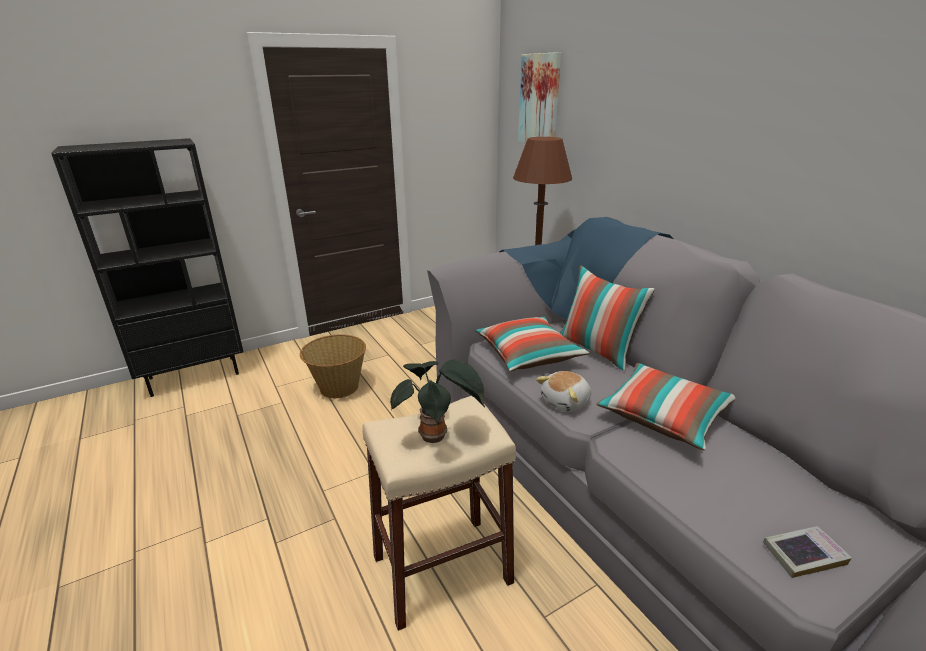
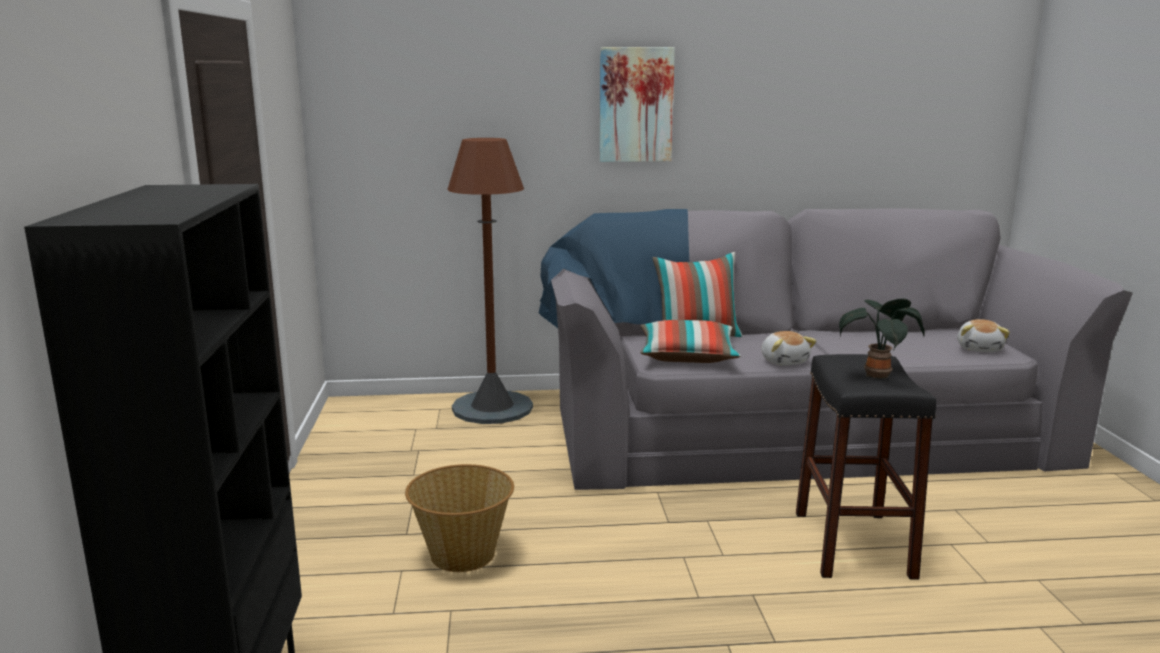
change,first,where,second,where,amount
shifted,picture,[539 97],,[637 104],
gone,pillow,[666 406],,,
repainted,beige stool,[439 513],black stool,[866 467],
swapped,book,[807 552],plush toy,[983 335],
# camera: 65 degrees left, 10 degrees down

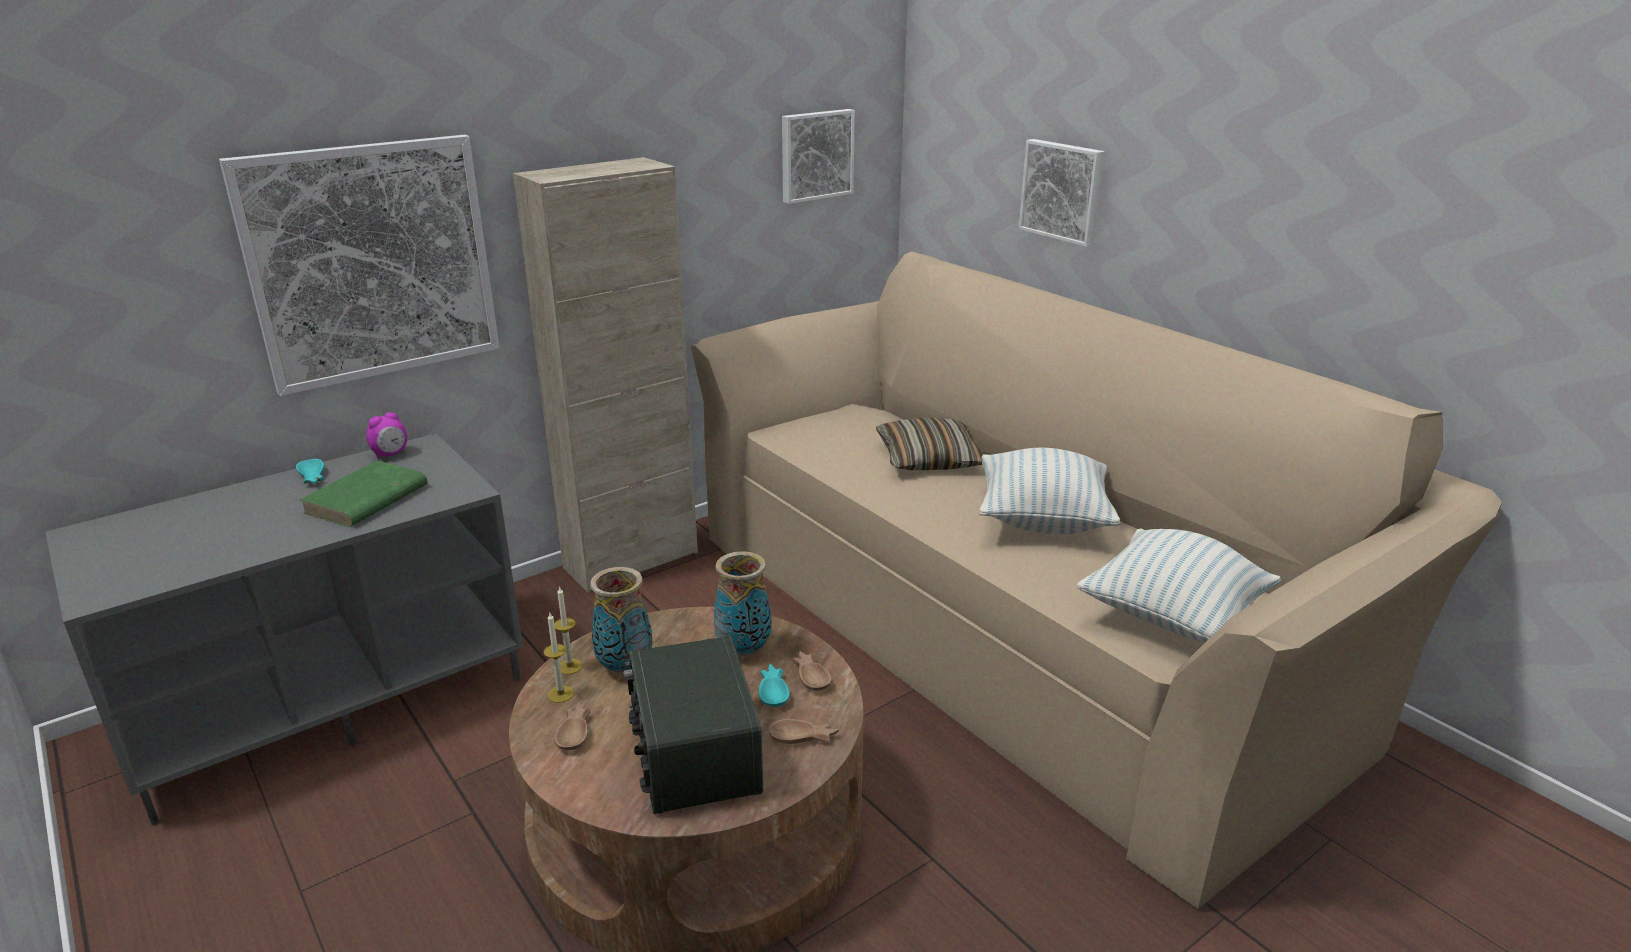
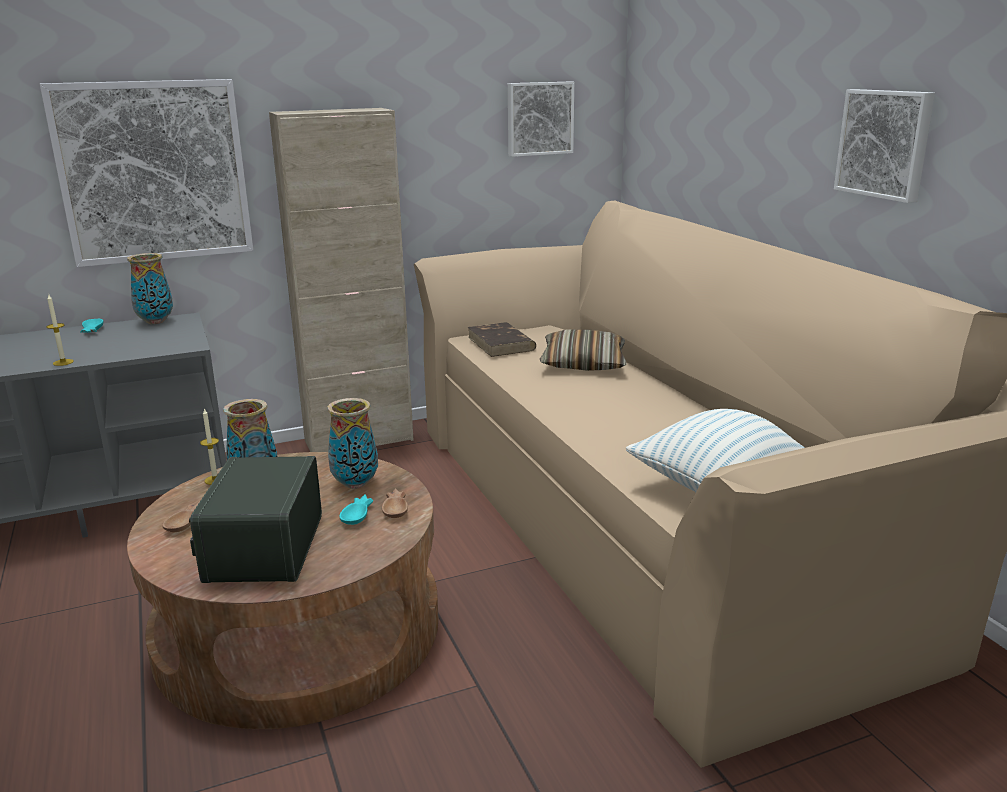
change,first,where,second,where,amount
shifted,picture,[1062 193],,[884 146],
swapped,alarm clock,[386 435],vase,[150 288],
gone,pillow,[1049 491],,,
gone,green book,[363 494],,,
shifted,candle,[558 658],,[60 330],
gone,brown bowl,[804 731],,,
new,,,brown book,[502 339],
# camera: 15 degrees right, 5 degrees down

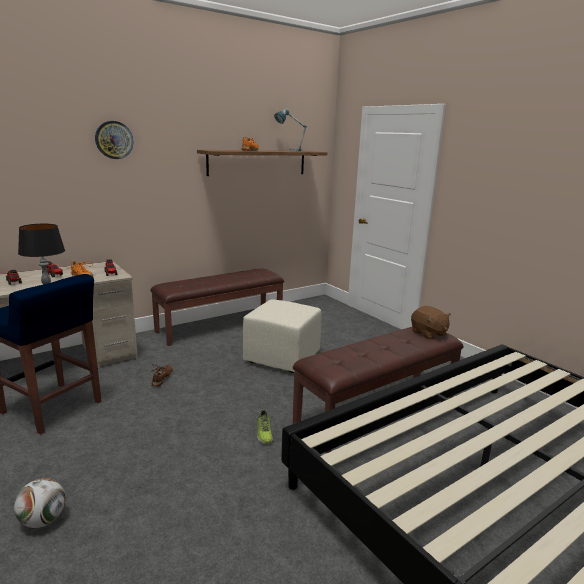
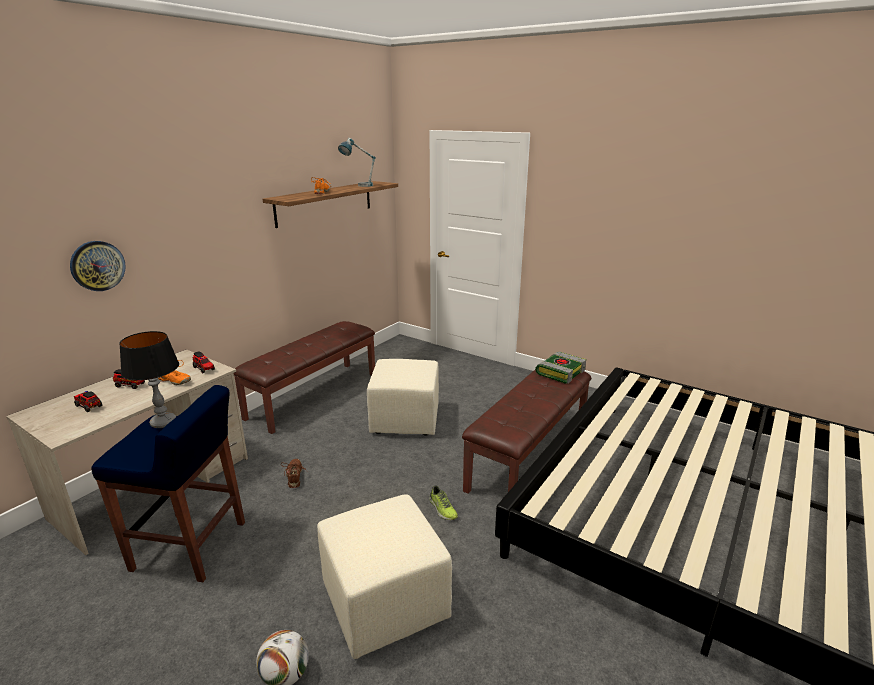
change,first,where,second,where,amount
shifted,wall clock,[114 140],,[98 266],
swapped,brown plush toy,[431 323],book,[560 368],
new,,,beige ottoman,[384 576],
# camera: 20 degrees left, 5 degrees up

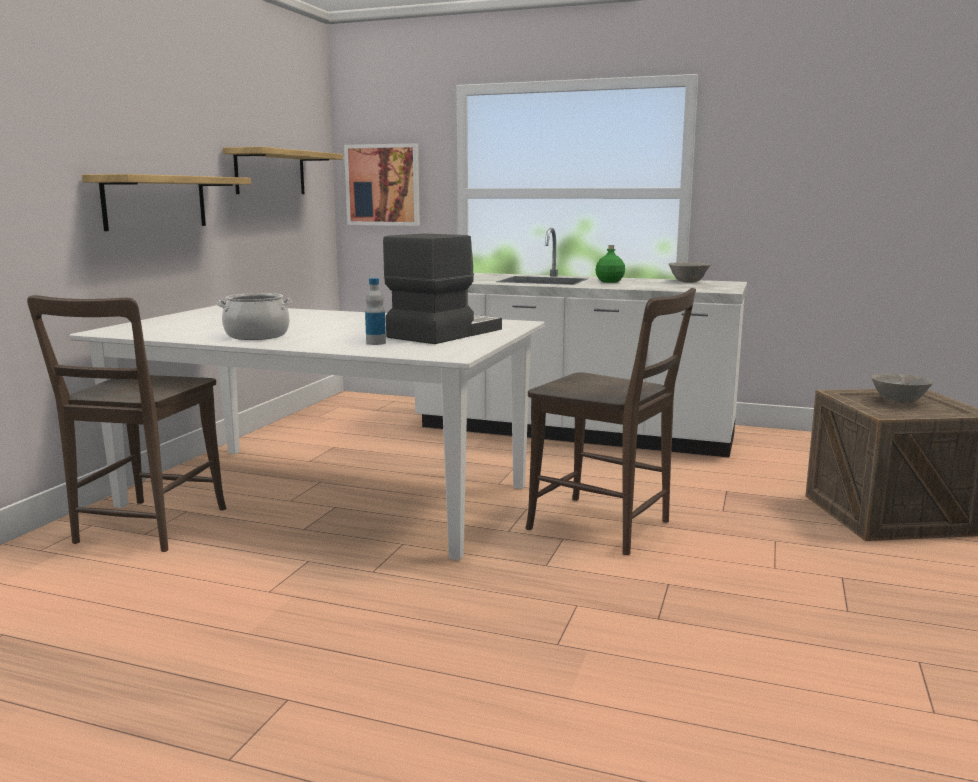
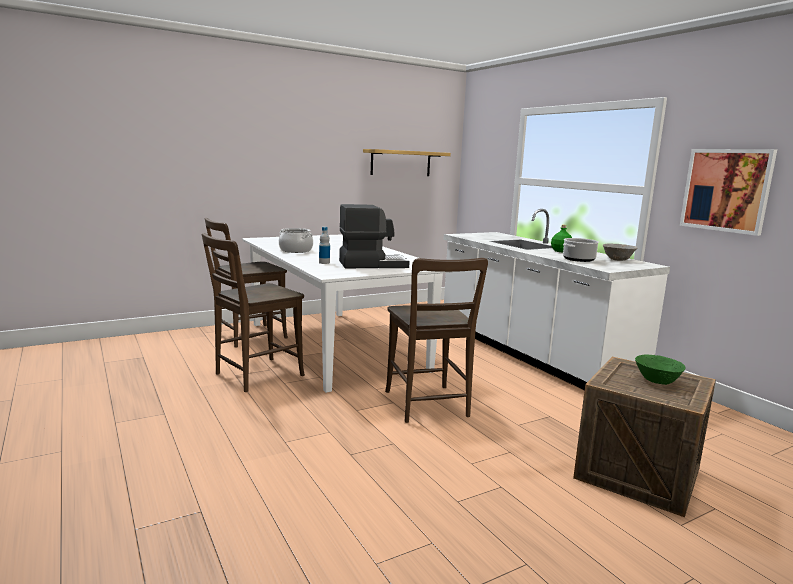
change,first,where,second,where,amount
shifted,picture,[382 184],,[728 192],
gone,shelf,[166 202],,,
repainted,grey bowl,[901 388],green bowl,[660 370],
new,,,brown chair,[253 312],
new,,,cooking pot,[581 250],
# camera: 40 degrees right, 0 degrees up

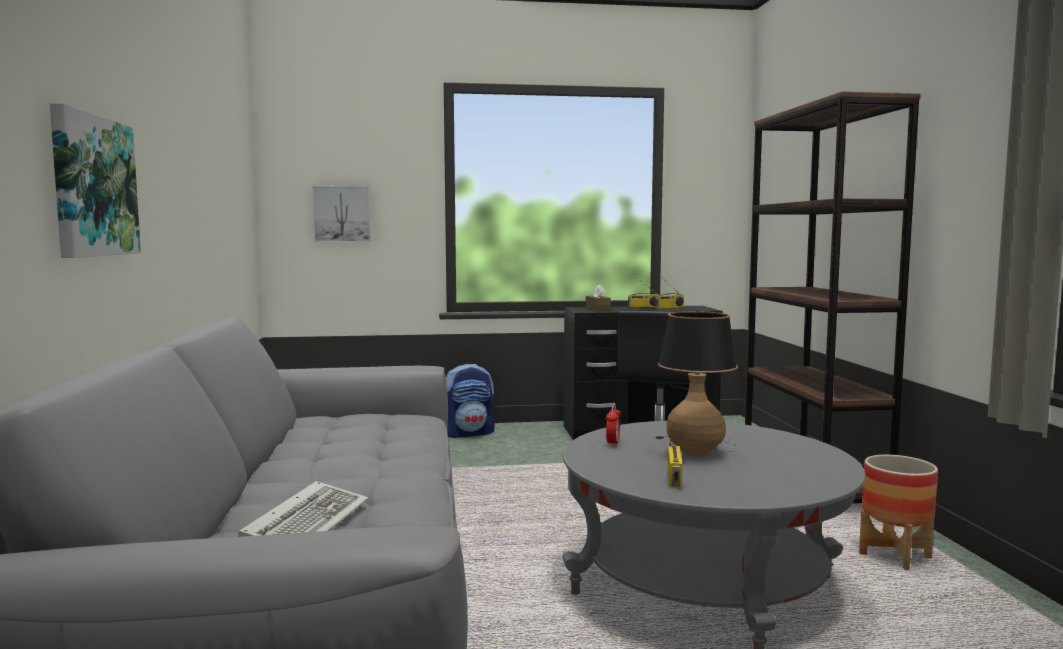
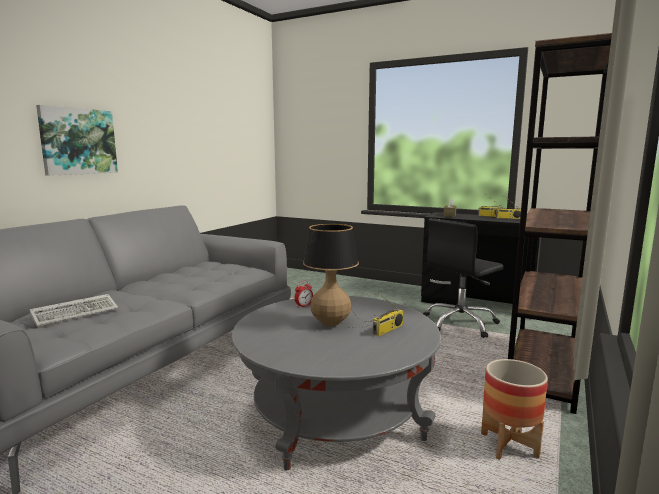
change,first,where,second,where,amount
gone,picture,[341 214],,,
gone,backpack,[470 401],,,
shifted,radio,[675 455],,[388 316],
# camera: 35 degrees right, 5 degrees up

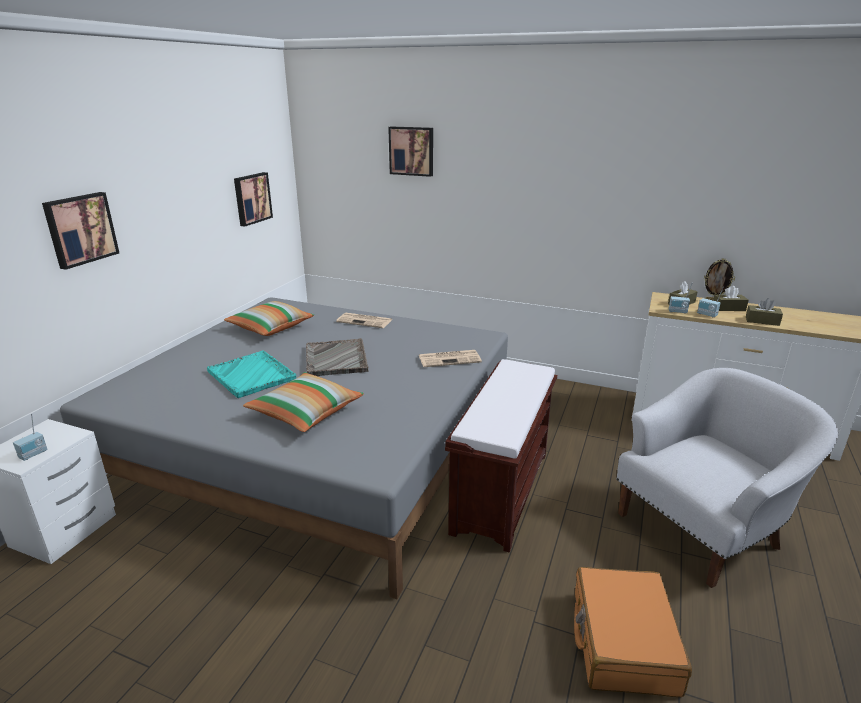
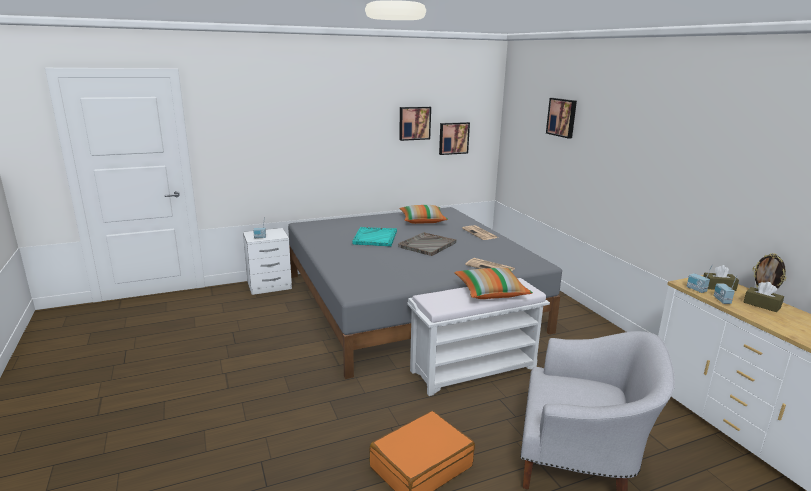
change,first,where,second,where,amount
shifted,picture,[80 231],,[415 123],
gone,brown tissue box,[764 312],,,
repainted,brown bench,[501 455],white bench,[479 337],
shifted,pillow,[303 402],,[493 283],
# camera: 45 degrees right, 5 degrees down

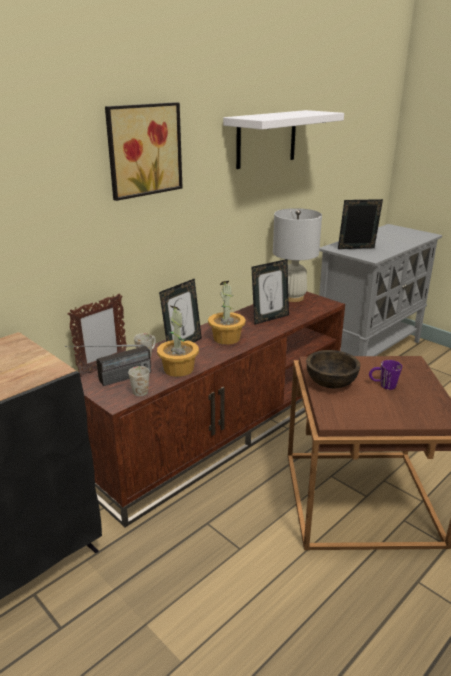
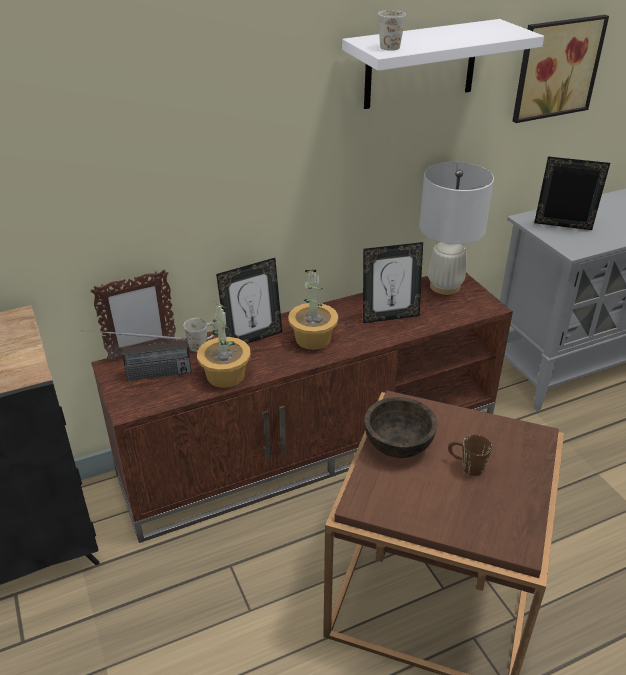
change,first,where,second,where,amount
shifted,picture,[143 151],,[561 69],
repainted,purple mug,[385 375],brown mug,[470 455],
shifted,white mug,[138 381],,[392 30],
# camera: 20 degrees right, 10 degrees up

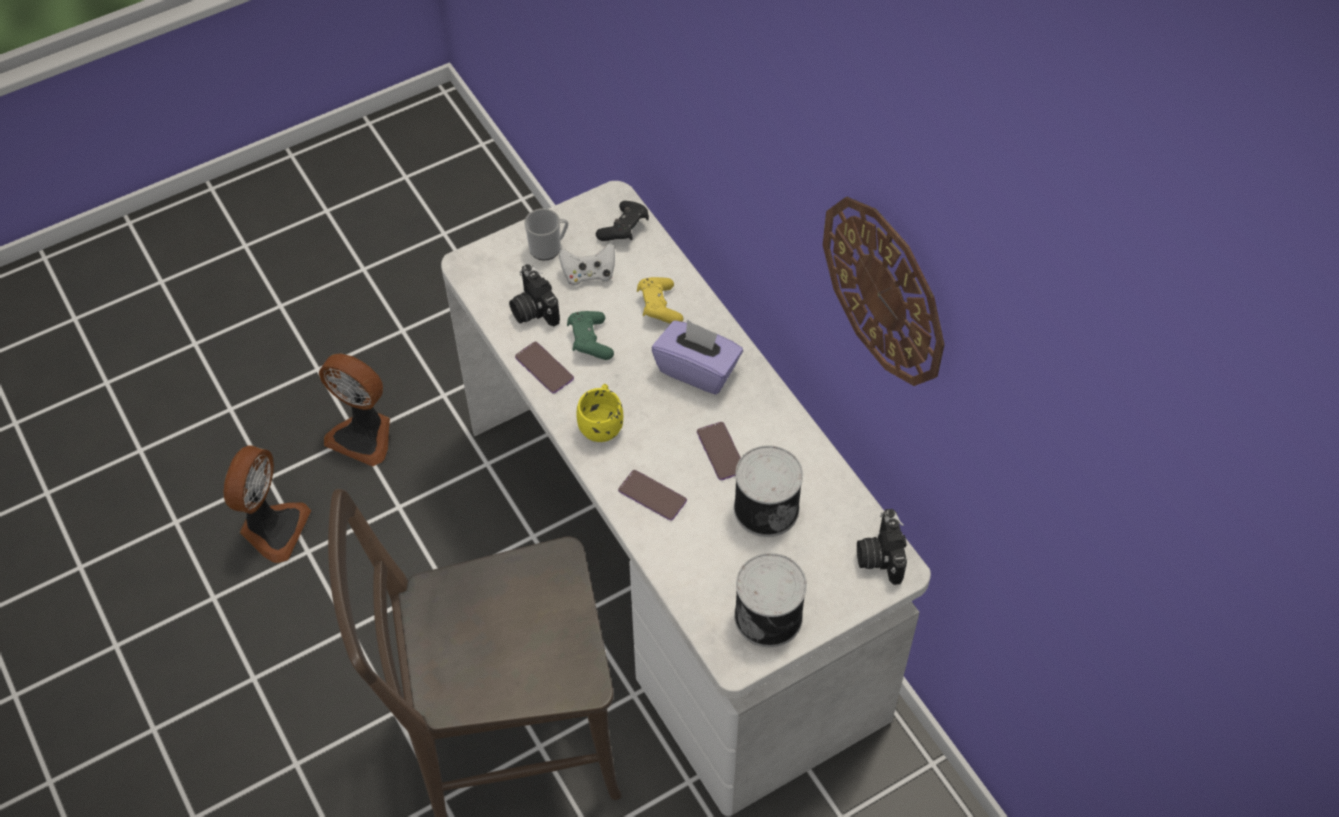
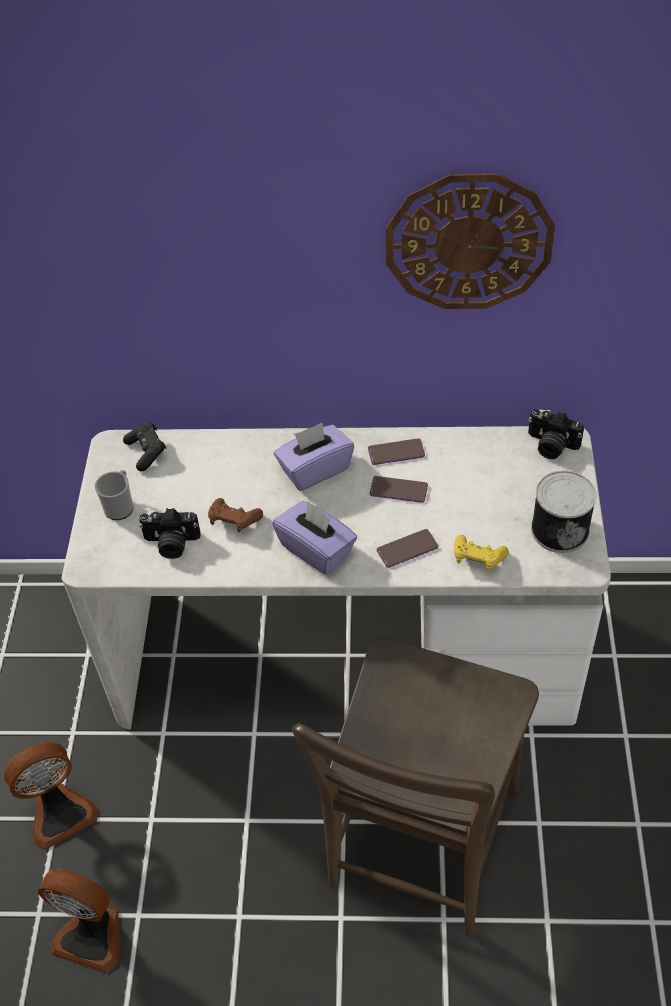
change,first,where,second,where,amount
gone,white game controller,[587 264],,,
shifted,yellow game controller,[660 300],,[481 553],
repainted,green game controller,[590 335],brown game controller,[235 515],
shifted,phone,[544 367],,[396 451],
swapped,yellow mug,[599 413],purple tissue box,[314 538],
rotated,fan,[267 504],,[79 921],150 degrees clockwise
gone,can,[768 491],,,
# camera: 55 degrees left, 5 degrees down

